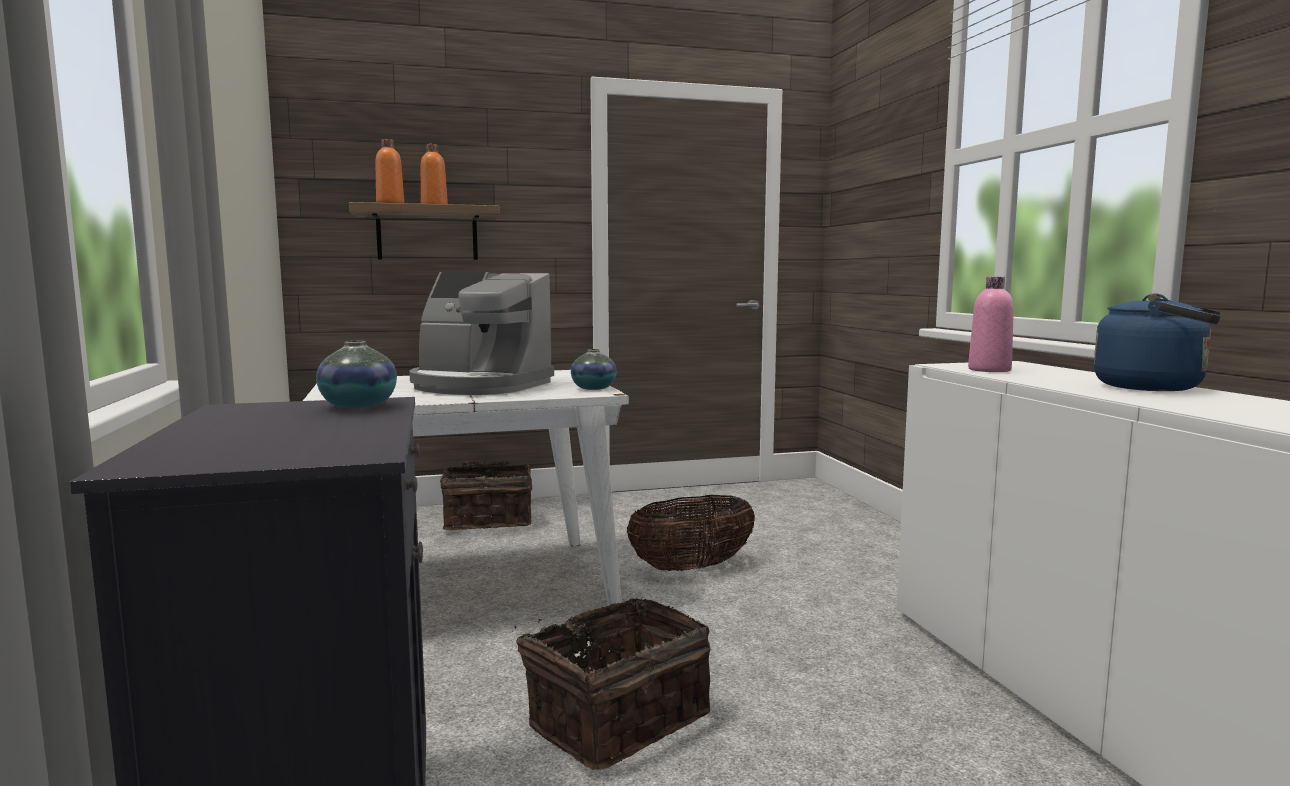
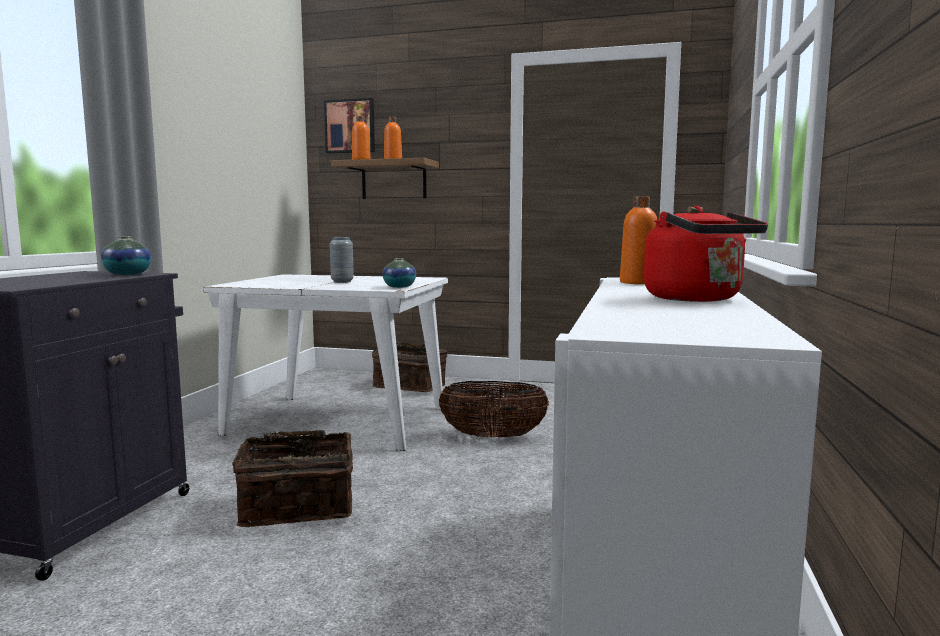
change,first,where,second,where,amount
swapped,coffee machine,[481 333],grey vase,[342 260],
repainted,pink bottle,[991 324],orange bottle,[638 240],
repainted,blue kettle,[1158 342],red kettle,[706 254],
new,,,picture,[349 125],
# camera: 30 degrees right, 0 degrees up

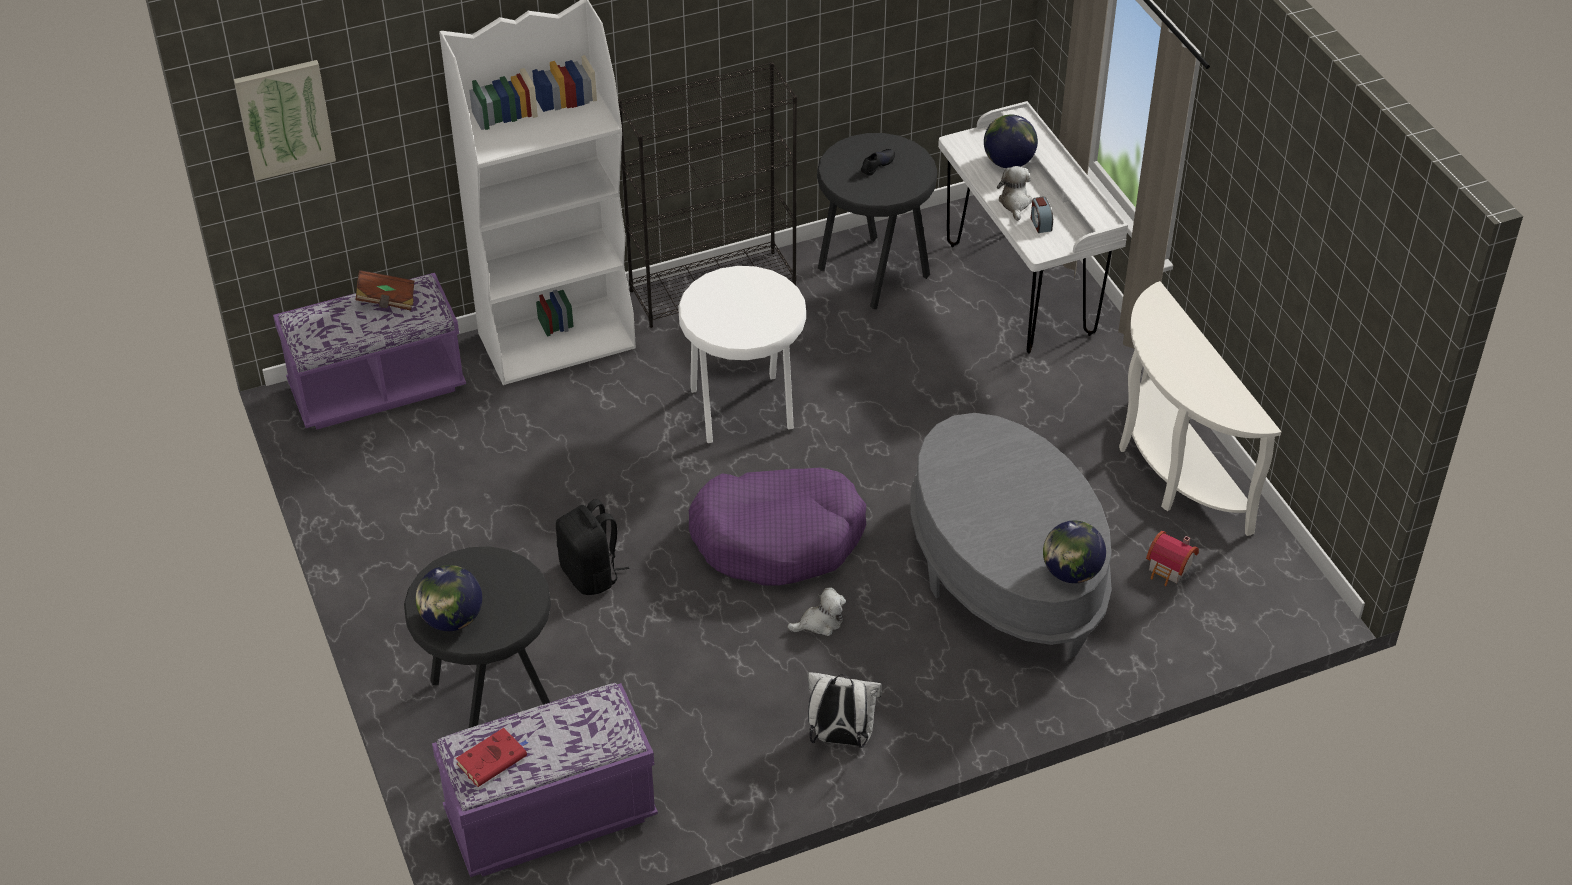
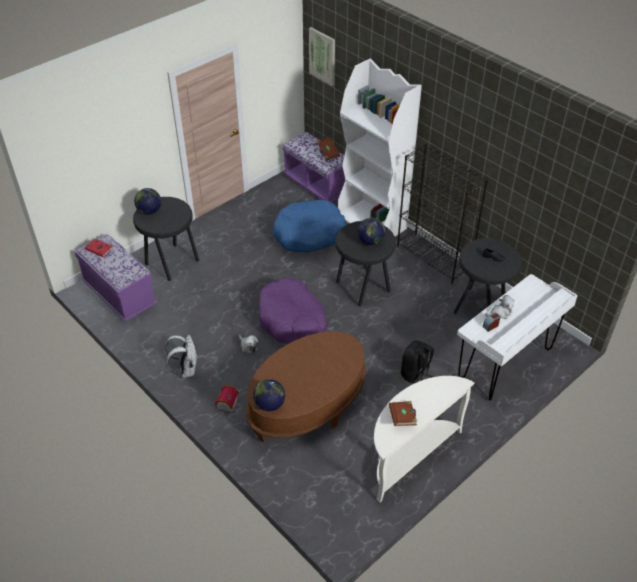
change,first,where,second,where,amount
shifted,globe,[1011 141],,[371 231],
repainted,white stool,[742 354],black stool,[365 264],
repainted,grey coffee table,[1011 536],brown coffee table,[306 387],
shifted,black backpack,[592 547],,[417 361],
shifted,toy house,[1172 558],,[227 399],
new,,,blue dog bed,[309 226],
new,,,brown book,[403 413],
# camera: 70 degrees right, 0 degrees up

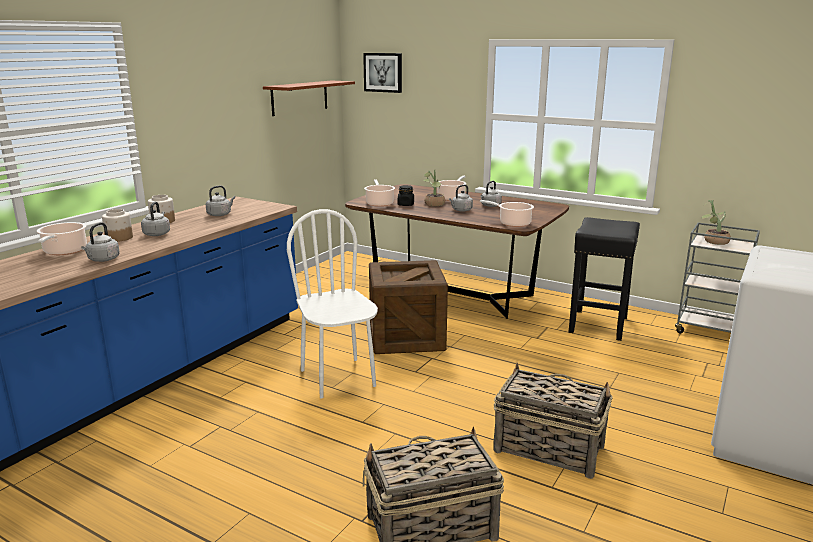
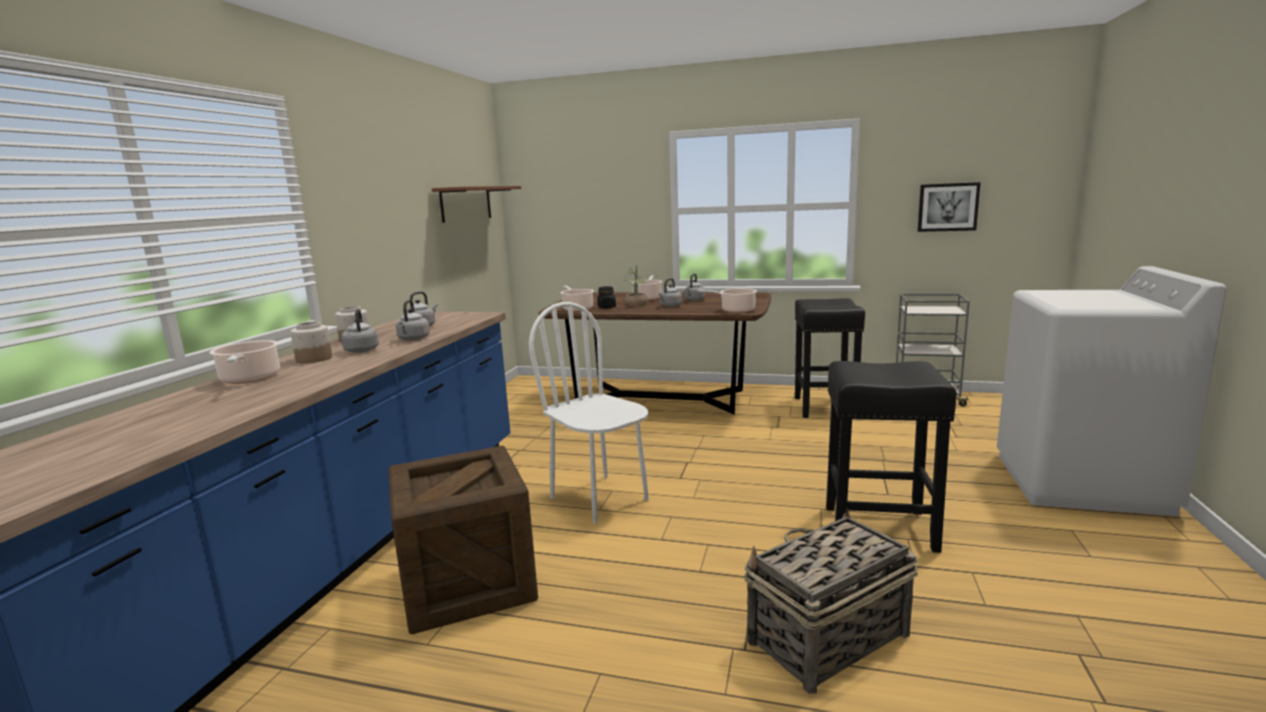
change,first,where,second,where,amount
shifted,picture,[382 73],,[949 207],
gone,potted plant,[716 222],,,
shifted,grey kettle,[100 242],,[413 320],
shifted,crate,[408 307],,[463 540],
swapped,basket,[553 420],black stool,[891 457],
# camera: 15 degrees left, 5 degrees down

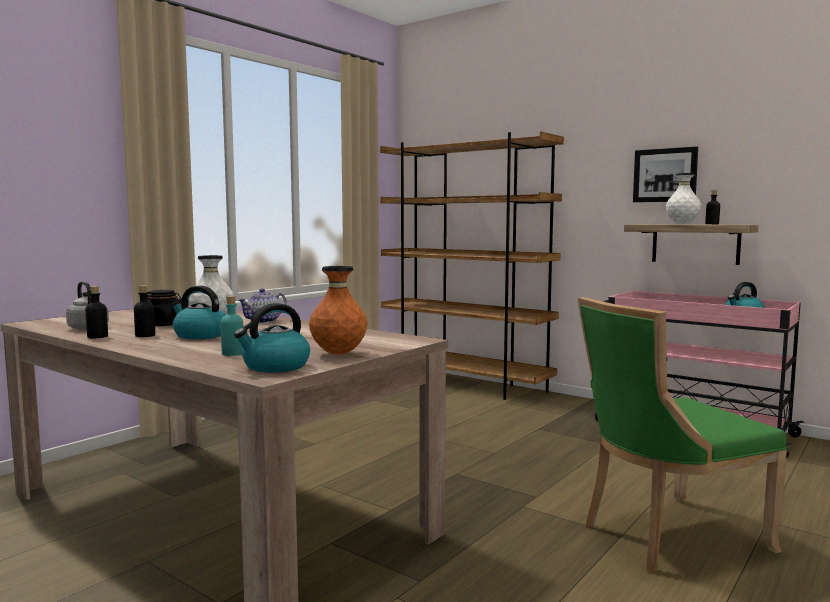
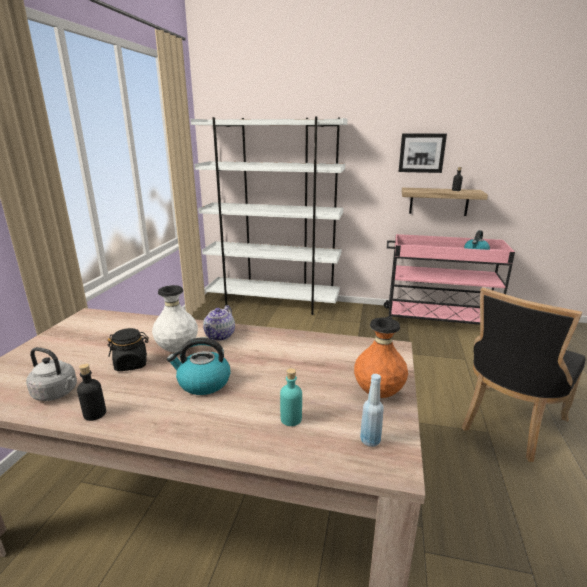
change,first,where,second,where,amount
repainted,brown bookcase,[472 266],white bookcase,[269 216],
gone,white vase,[683 198],,,
gone,black bottle,[144 311],,,
repainted,green chair,[682 435],black chair,[524 375],
swapped,kettle,[272 338],blue bottle,[372 410],
# camera: 25 degrees left, 15 degrees up

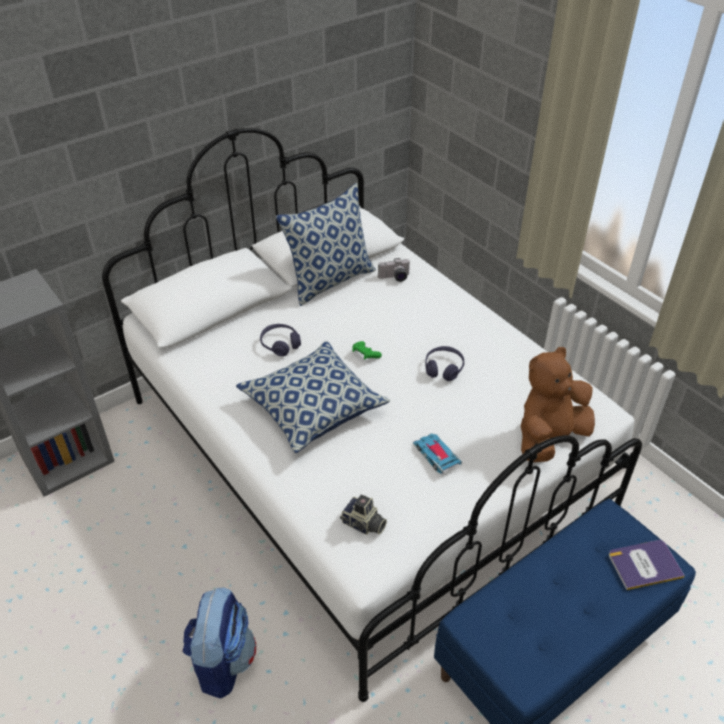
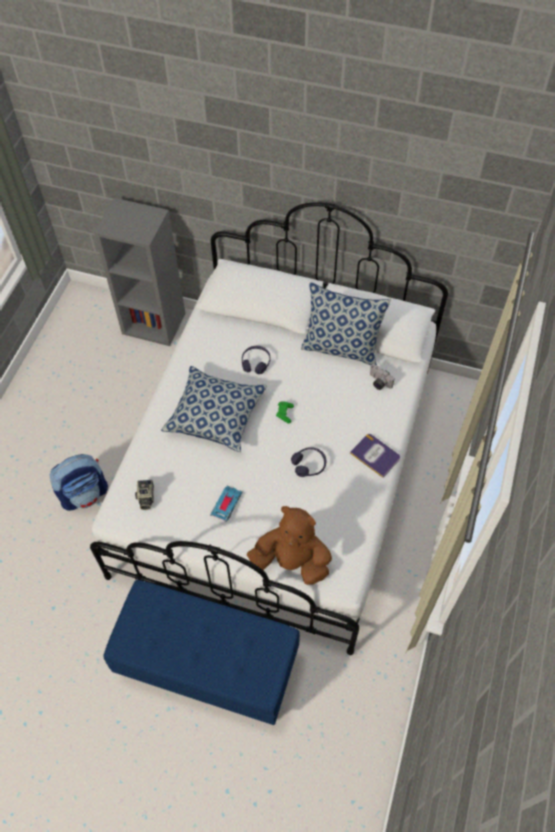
change,first,where,second,where,amount
shifted,book,[647 565],,[375 456],
# camera: 55 degrees right, 15 degrees up

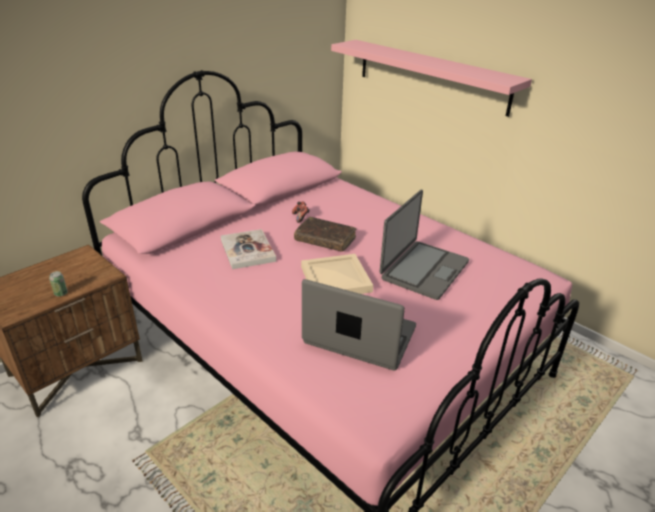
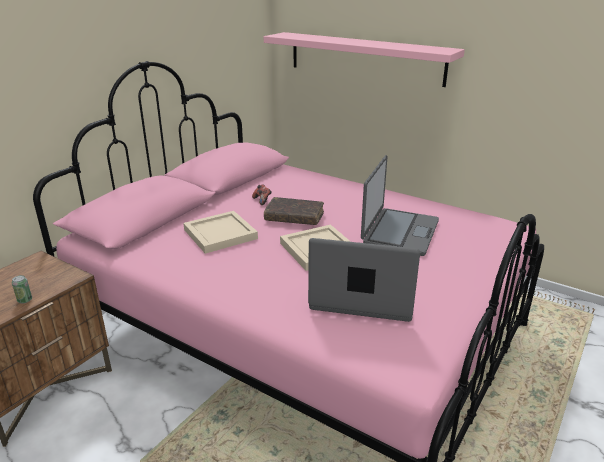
change,first,where,second,where,amount
swapped,book,[248 249],beige tray,[220 232],
# camera: 10 degrees left, 5 degrees down

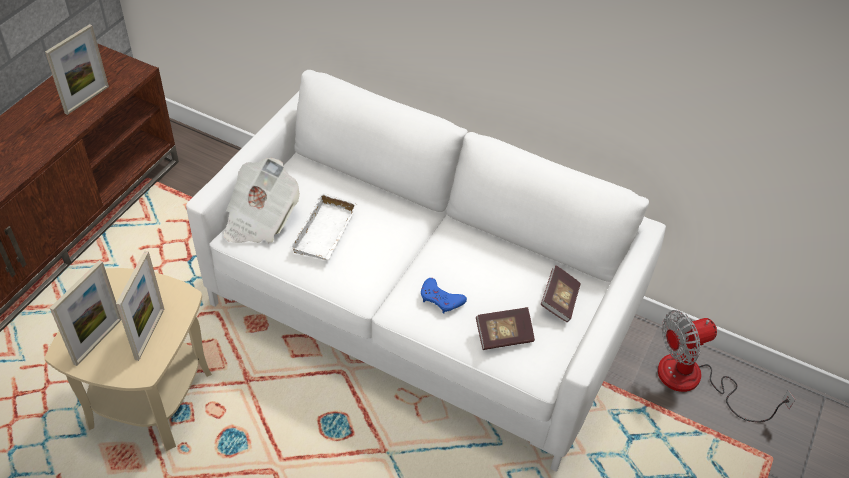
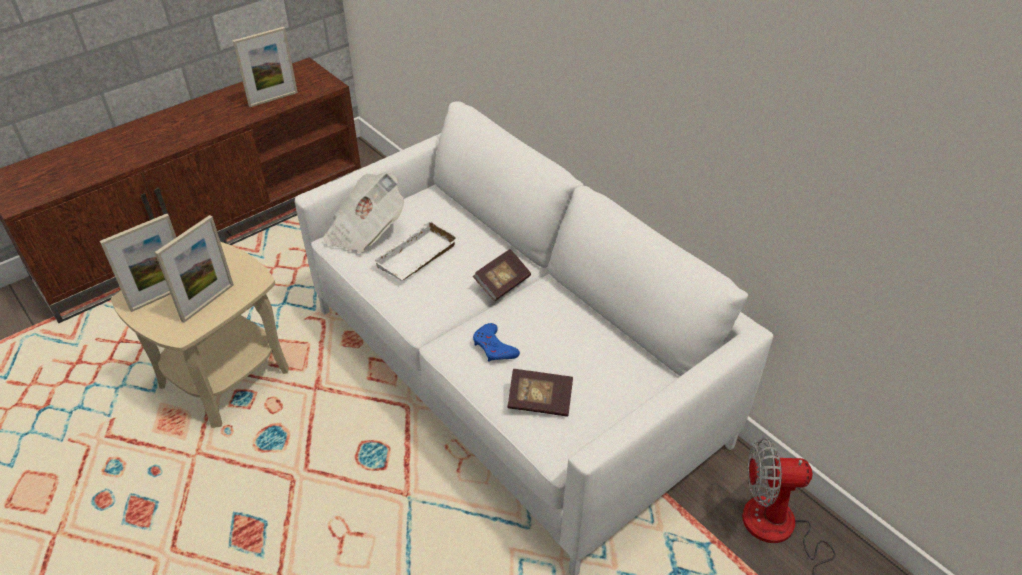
change,first,where,second,where,amount
shifted,book,[561 293],,[502 275],
# camera: 25 degrees right, 5 degrees down

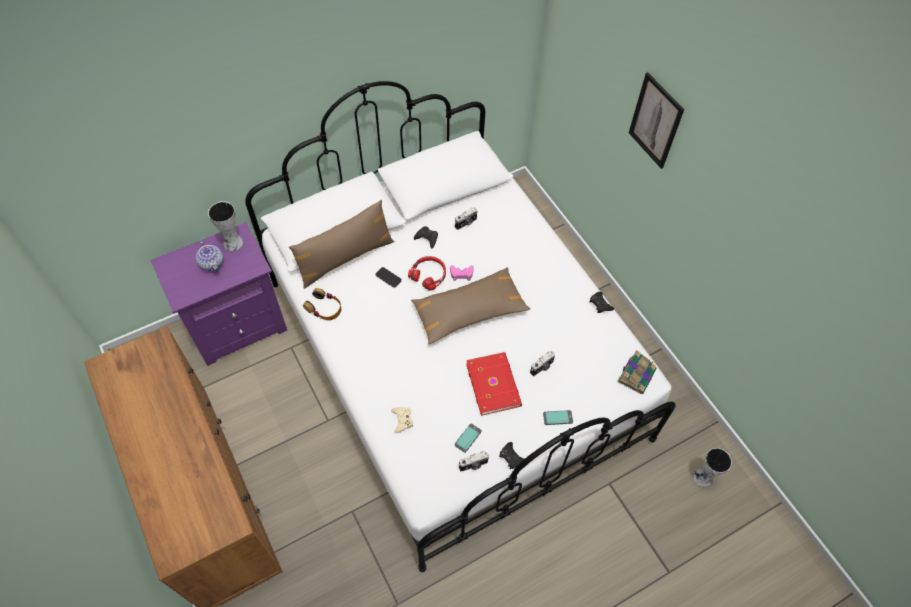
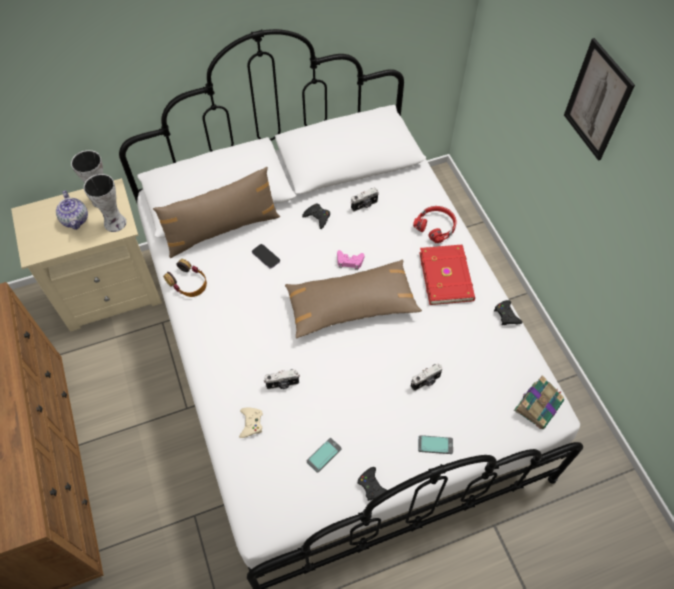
change,first,where,second,where,amount
repainted,purple nightstand,[219 294],beige nightstand,[86 255],
shifted,red headphones,[427 273],,[435 224],
shifted,red book,[494 384],,[447 275],
shifted,vase,[713 467],,[105 203],
shifted,photo camera,[473 461],,[282 379],
# camera: 10 degrees right, 0 degrees up

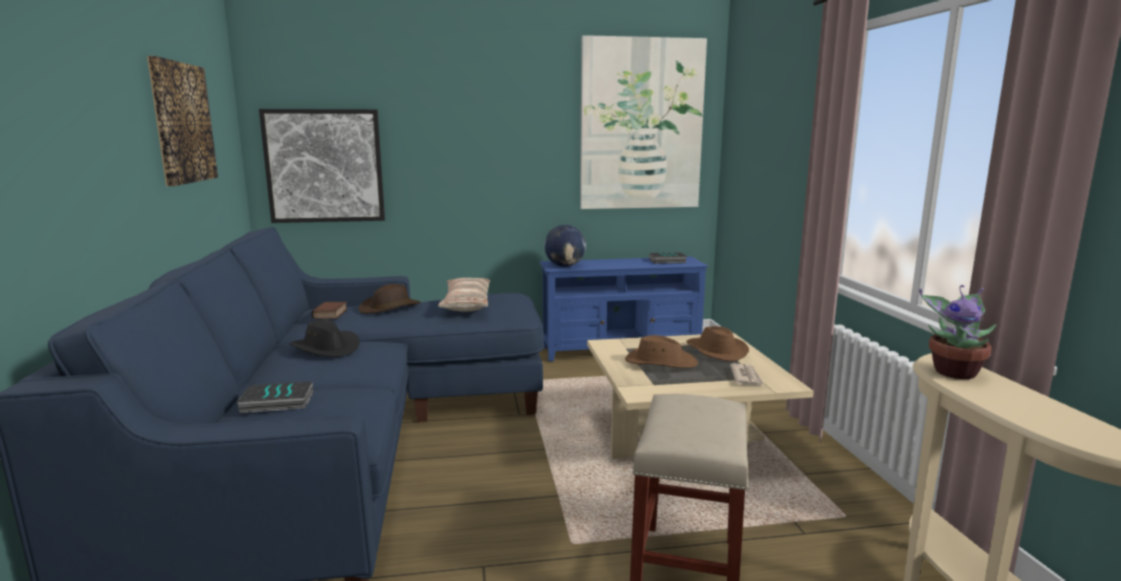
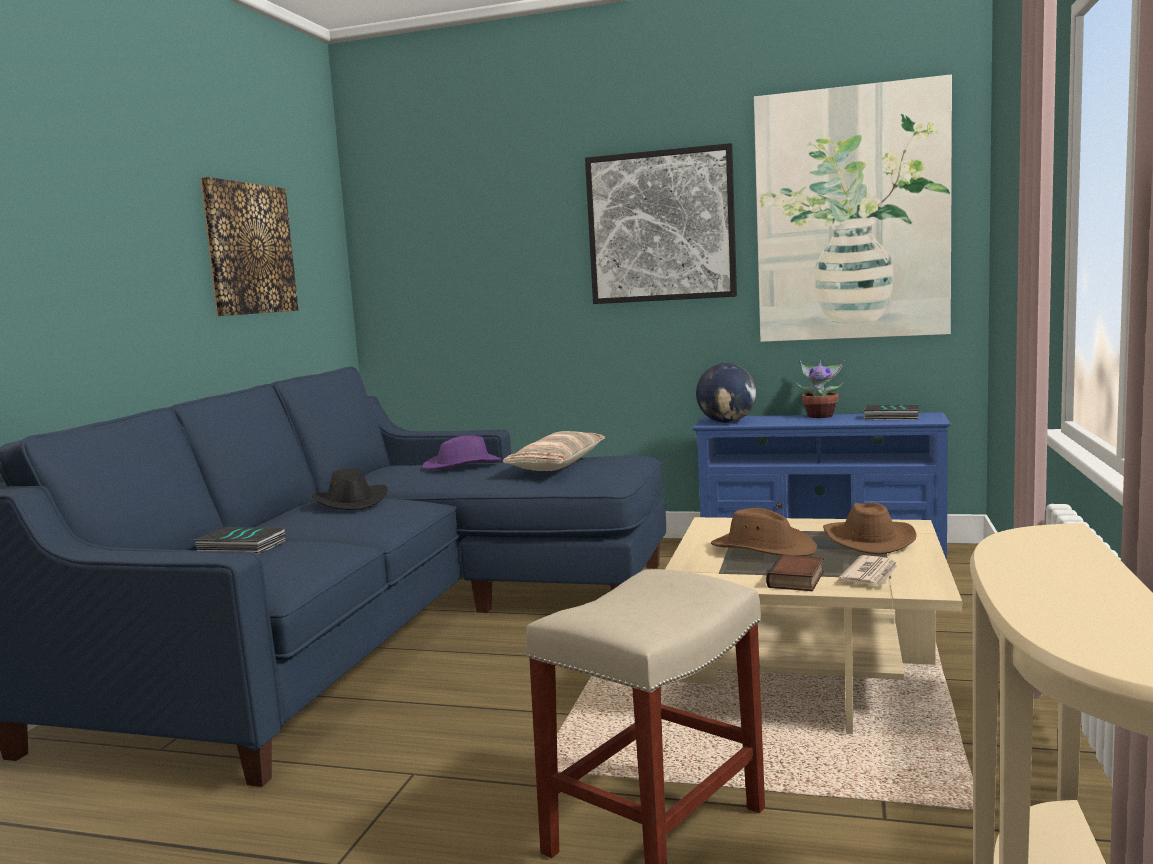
change,first,where,second,where,amount
shifted,picture,[322 166],,[661 223],
repainted,brown hat,[389 299],purple hat,[462 452],
shifted,potted plant,[957 332],,[820 387],
shifted,book,[329 310],,[795 573],
# camera: 25 degrees right, 5 degrees down

